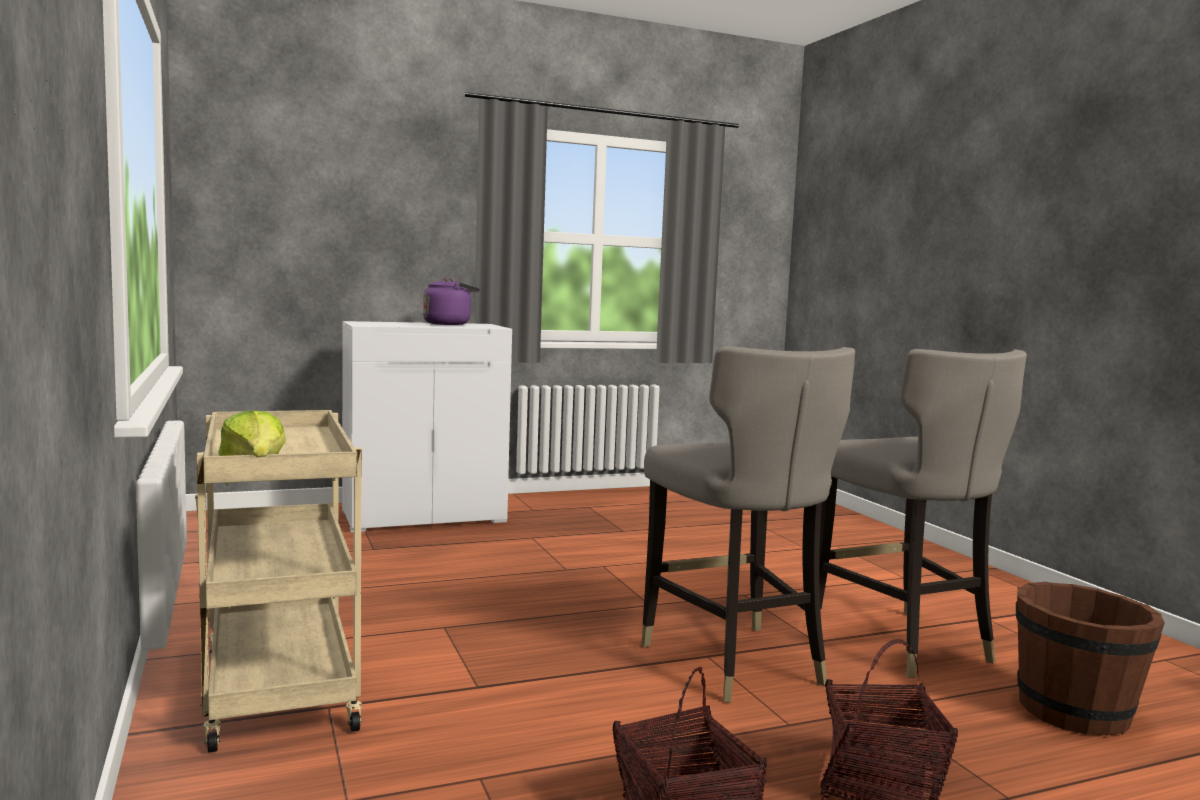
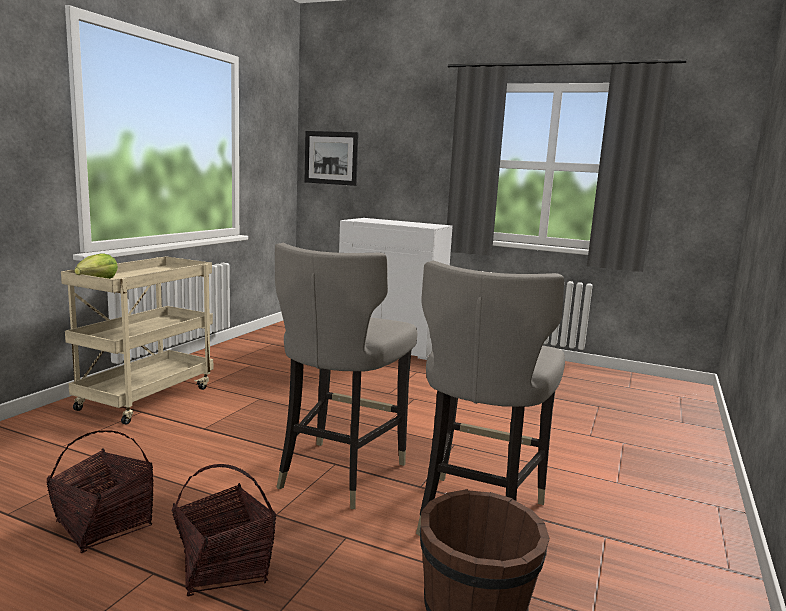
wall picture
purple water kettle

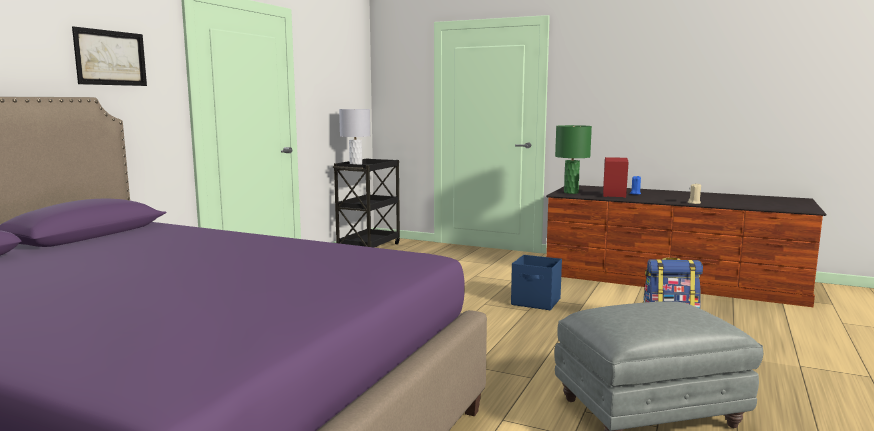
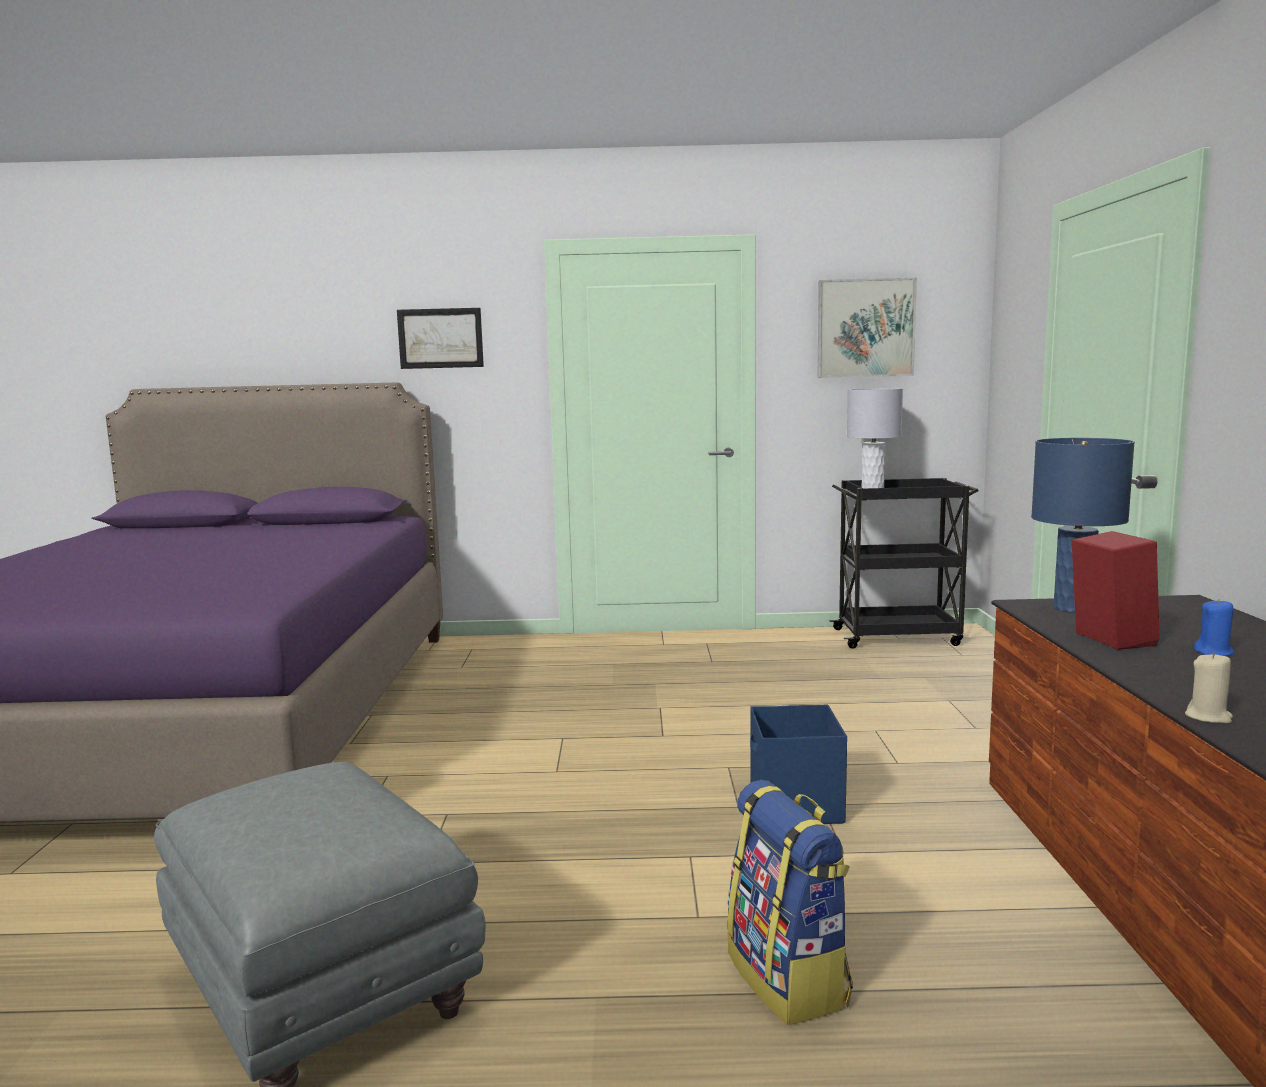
wall picture (2nd from left)
blue table lamp

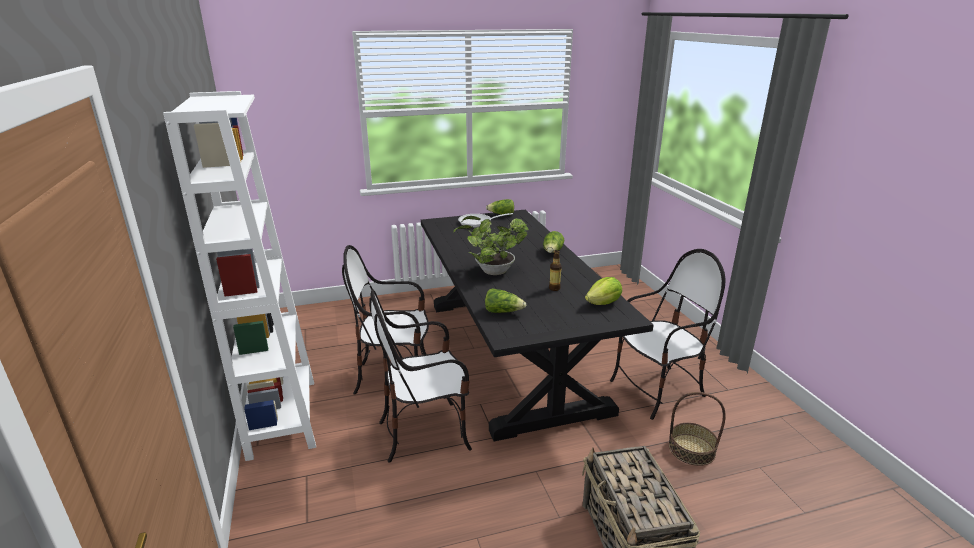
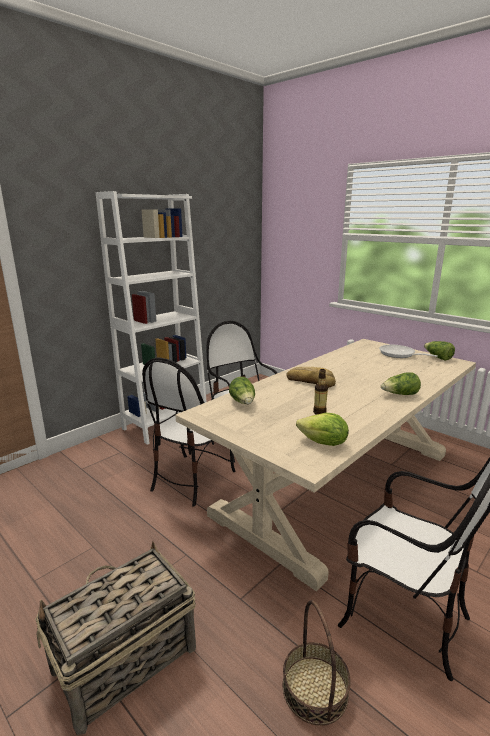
upright chair (1st from left)
beige-coloured dining table
baked bread

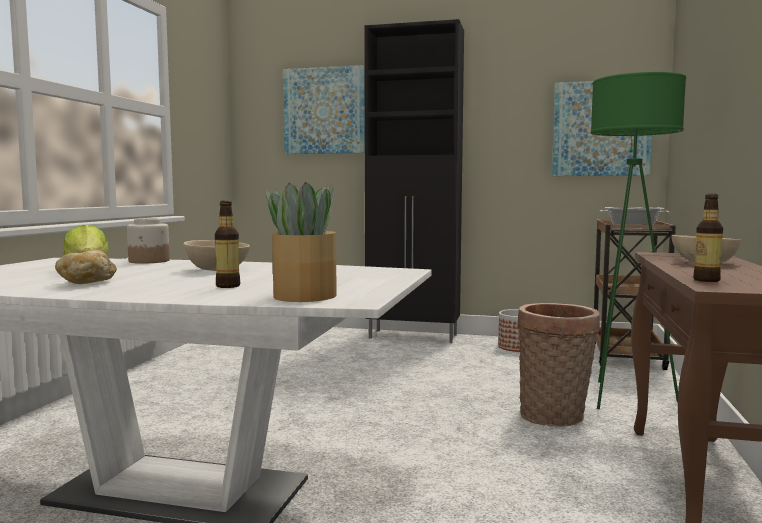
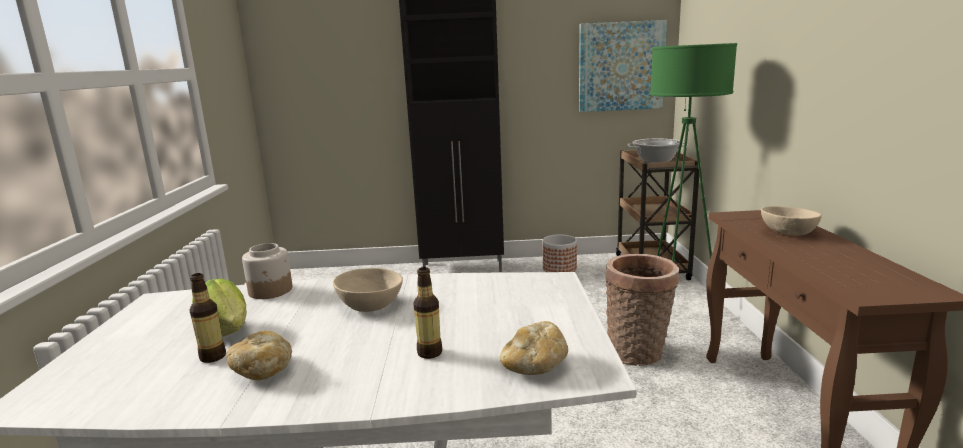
beverage bottle (1st from left)
baked bread (2nd from left)
wall picture (1st from left in the first image)

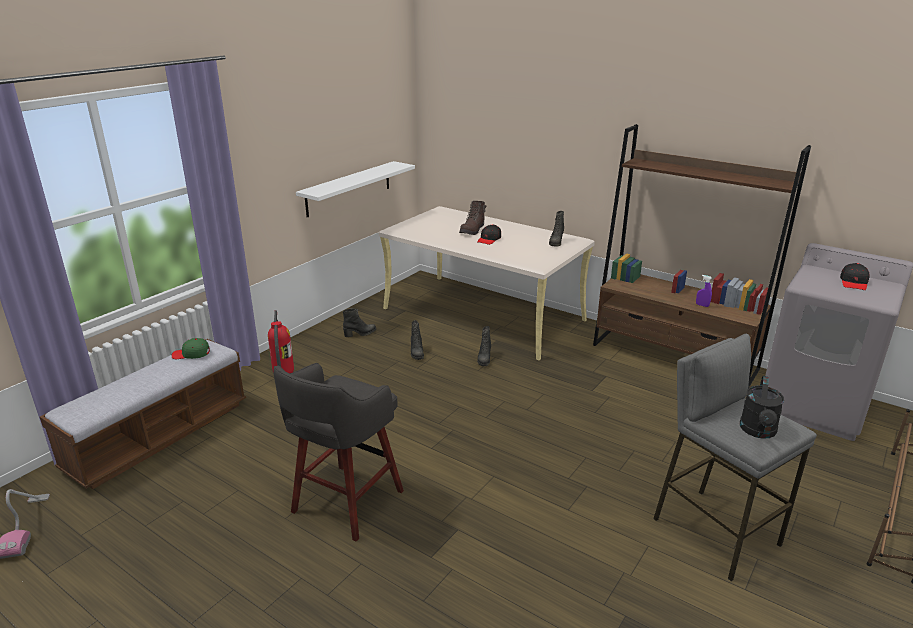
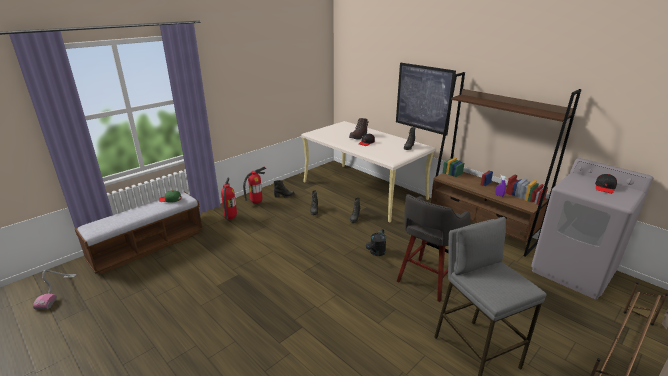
fire extinguisher (2nd from left)
blackish watering pot
wall picture
greyish stool seat (1st from left)
whitish wall shelf

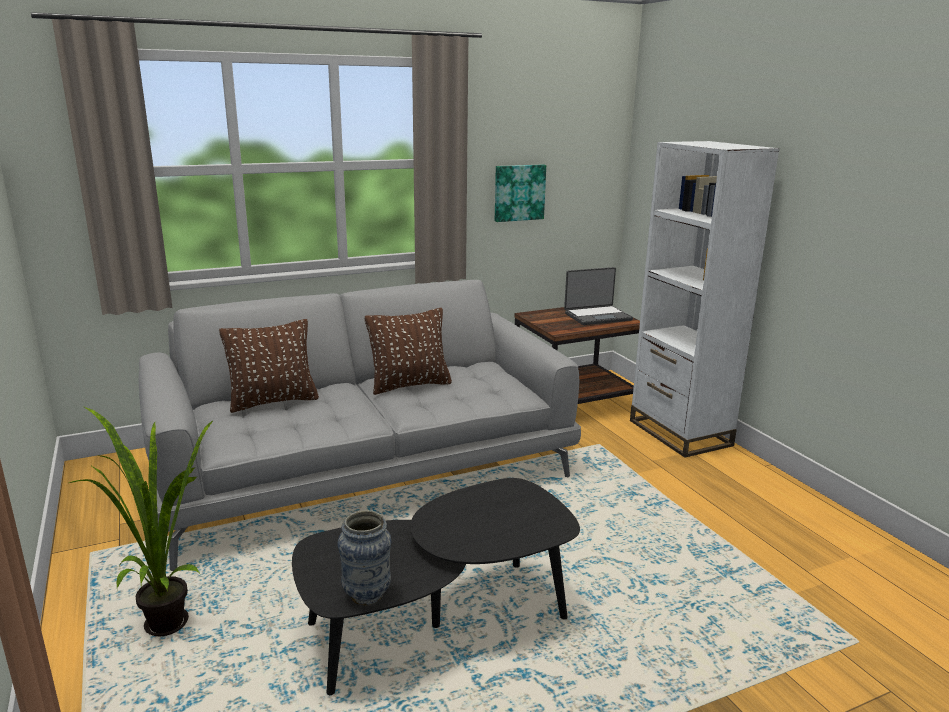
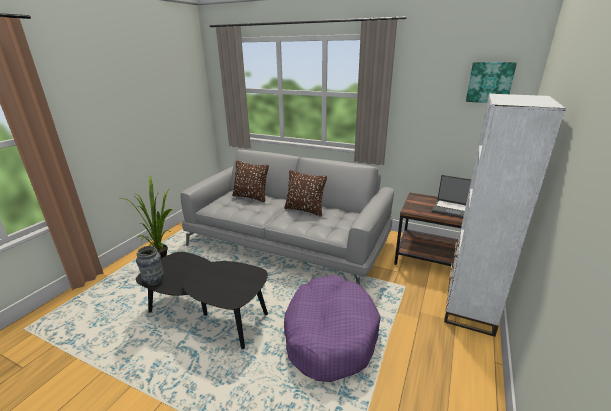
purple pet bed
wall picture

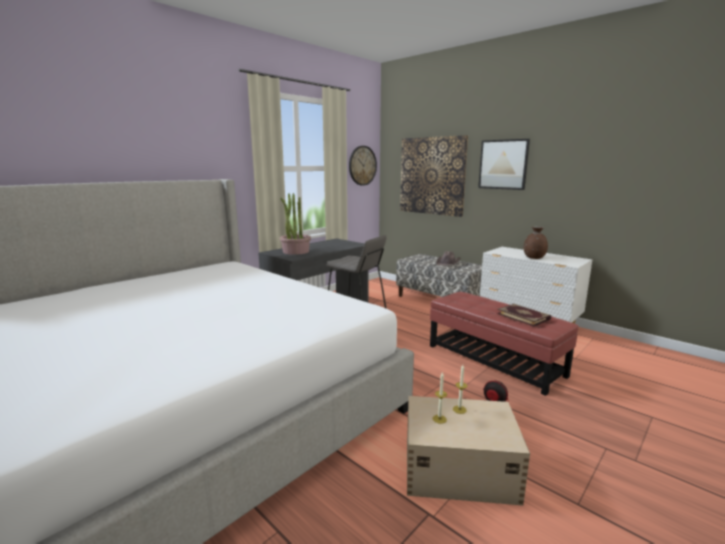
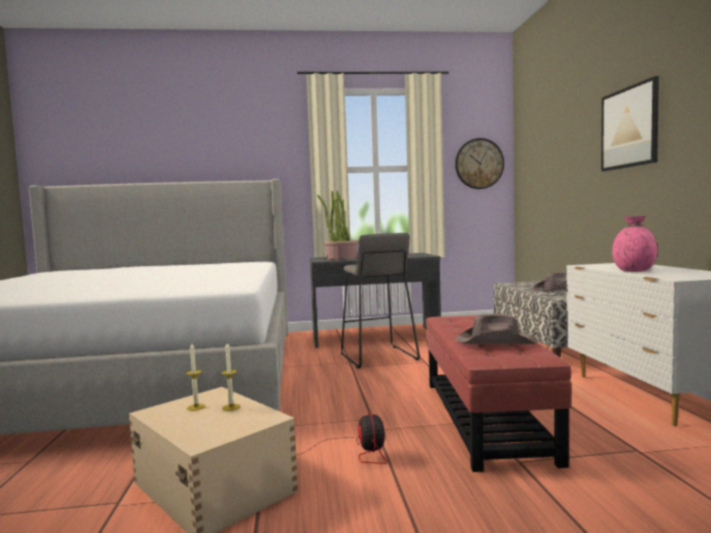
brown clothing hat (1st from left)
pink vase
wall picture (1st from left in the first image)

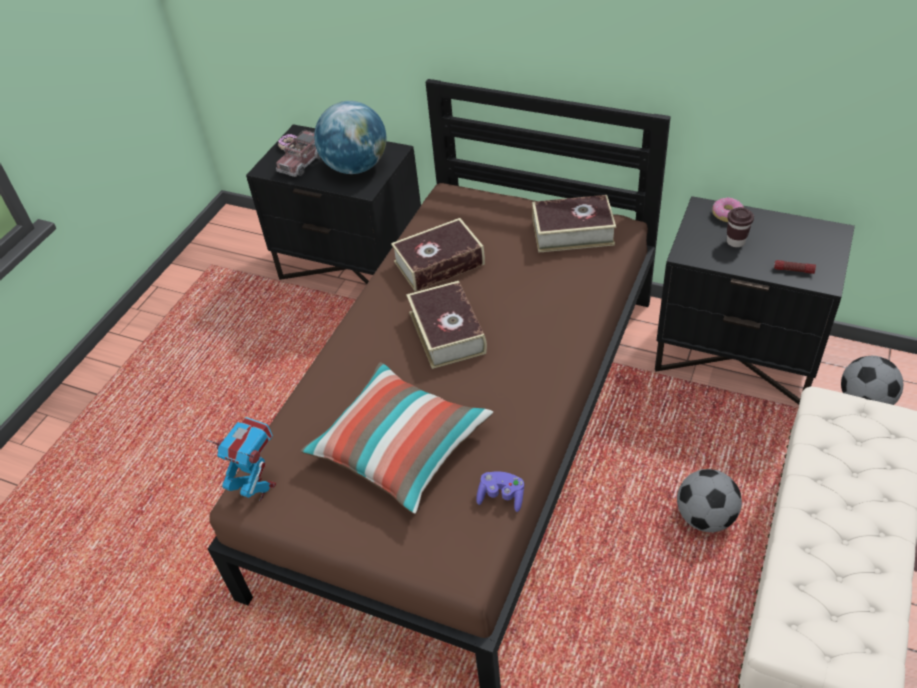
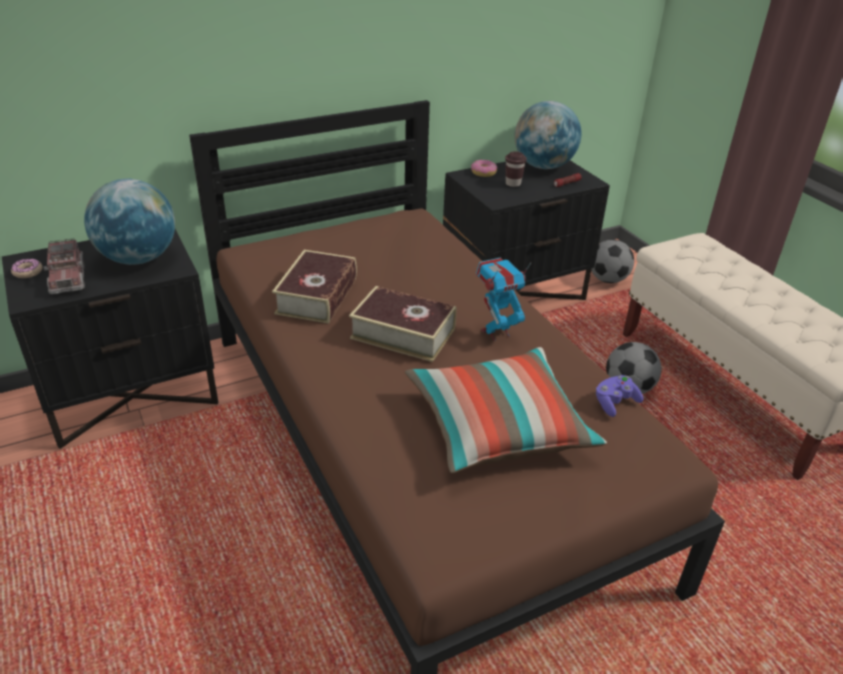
model robot
desk globe (2nd from left)
book (3rd from left in the first image)

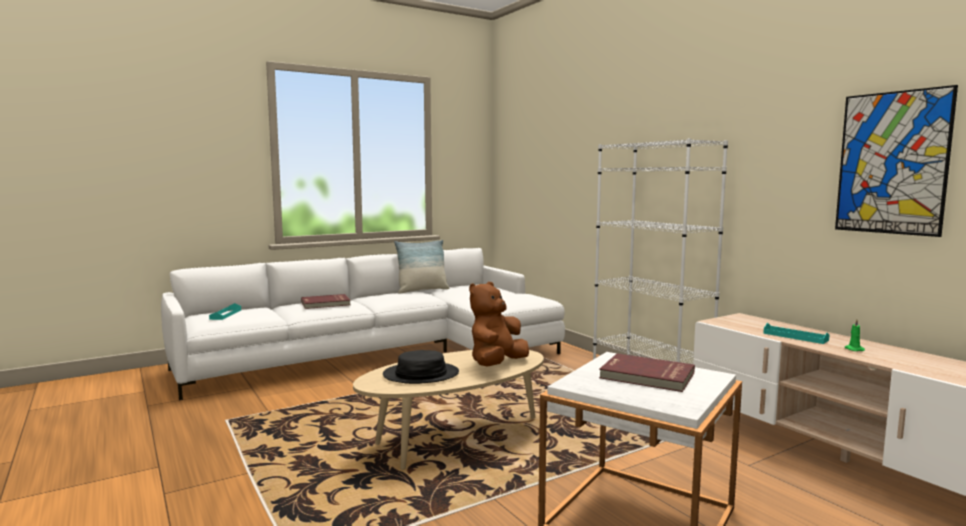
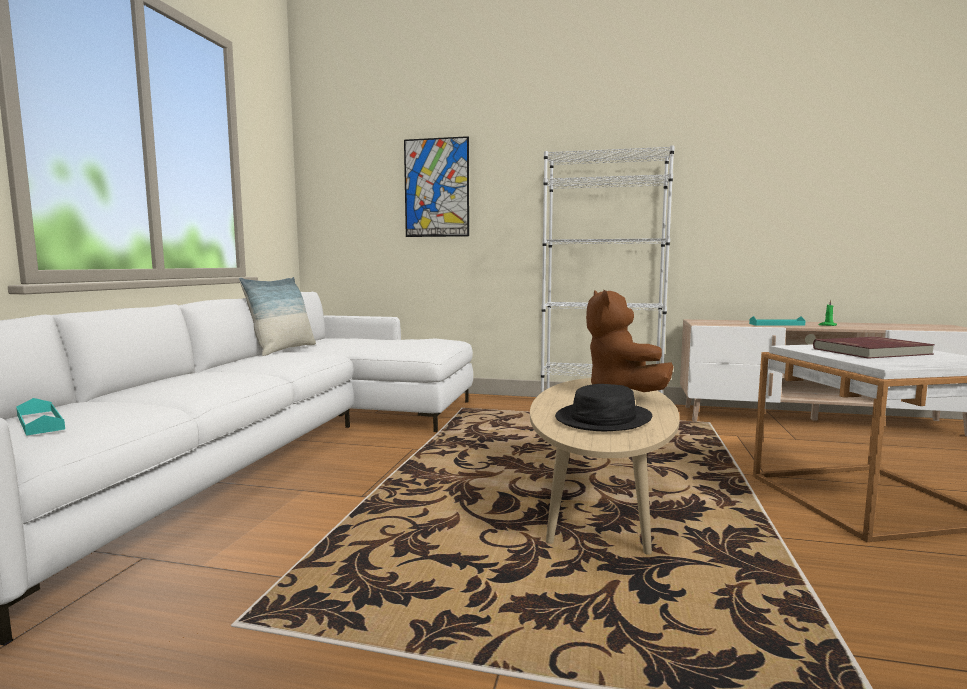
wall picture
reddish book (1st from left in the first image)

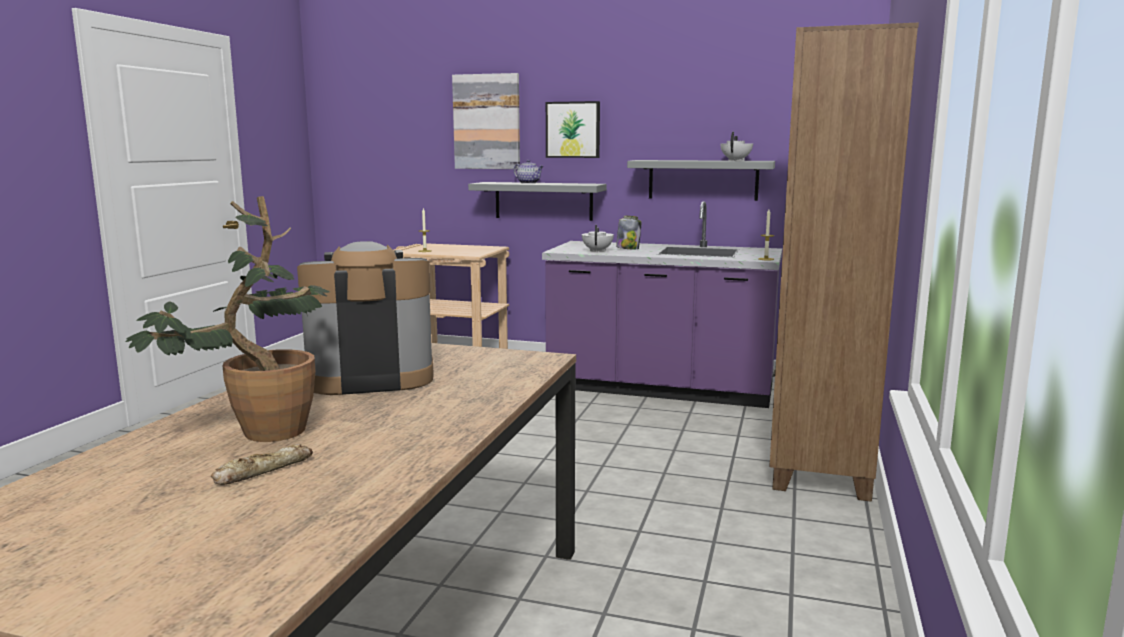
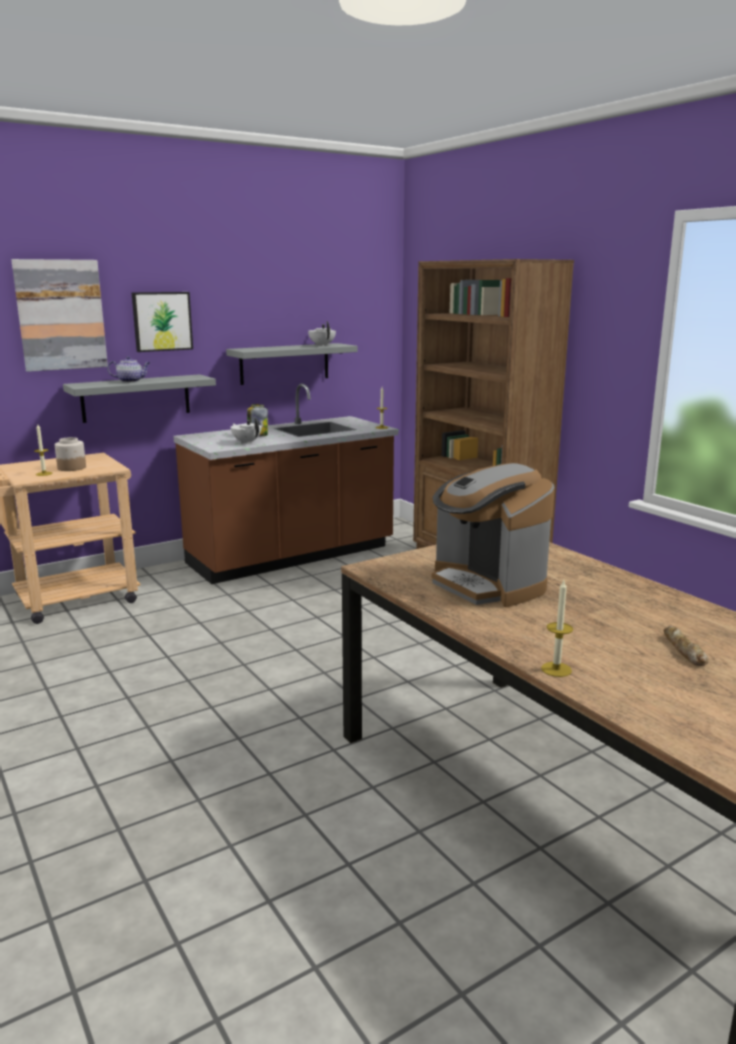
jar (1st from left)
brown counter
coffee maker
wax light (3rd from left)
potted plant

